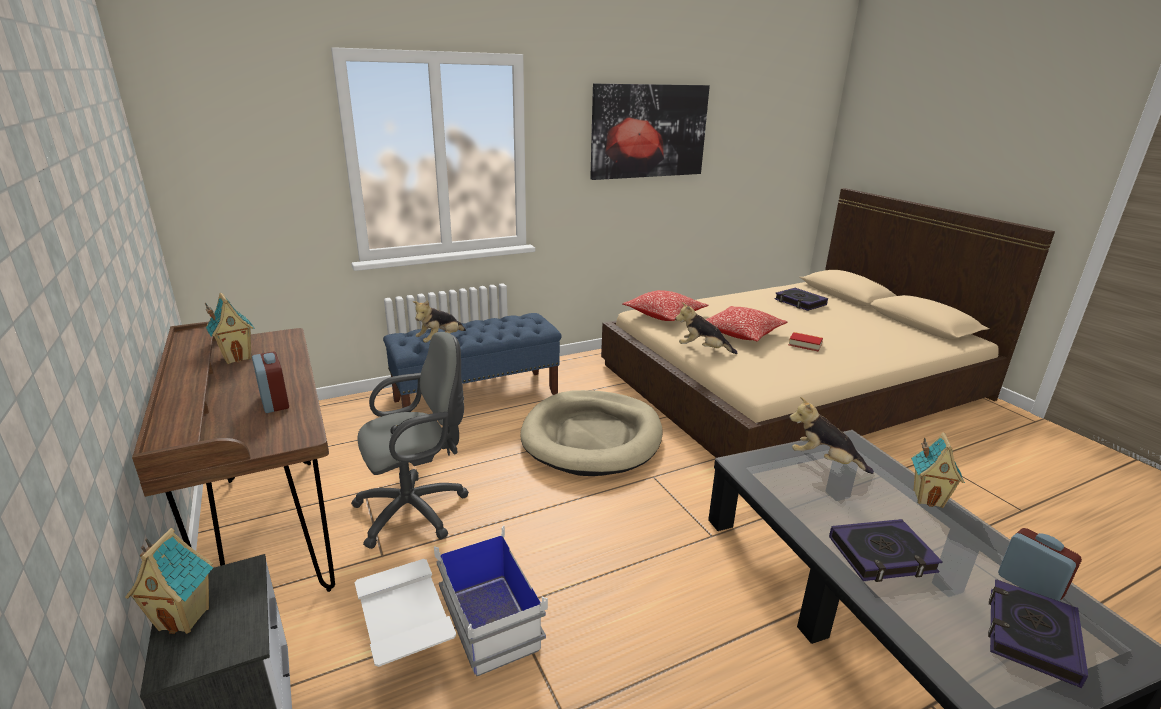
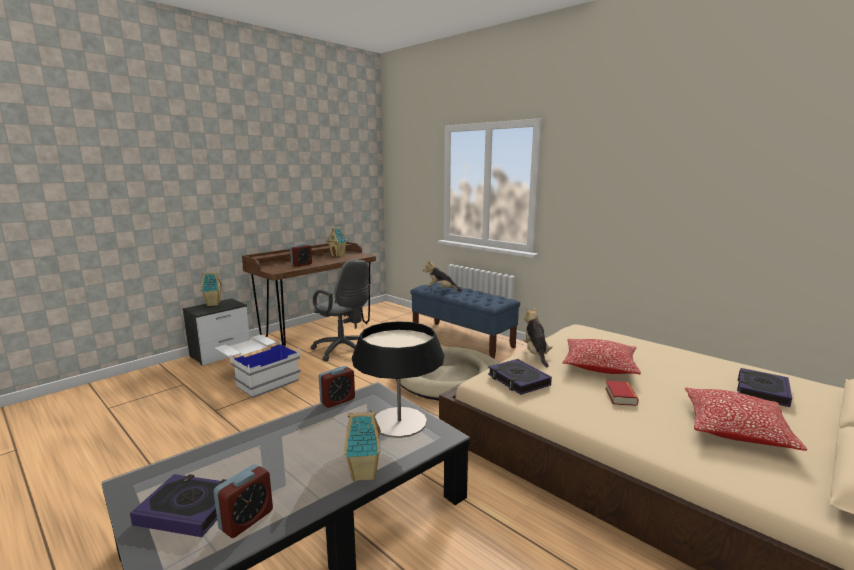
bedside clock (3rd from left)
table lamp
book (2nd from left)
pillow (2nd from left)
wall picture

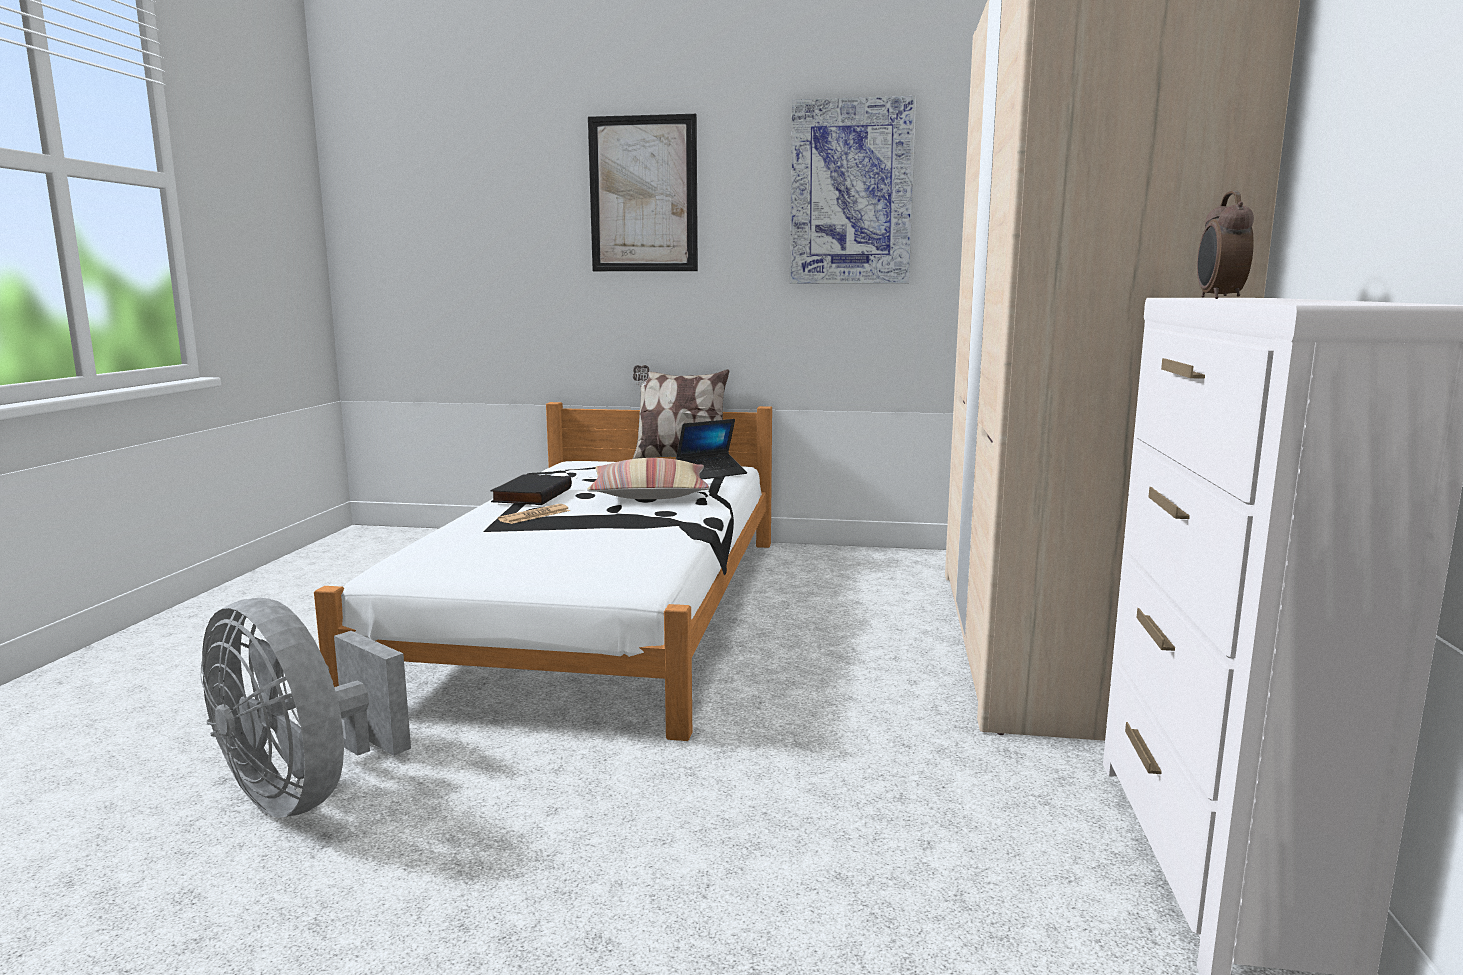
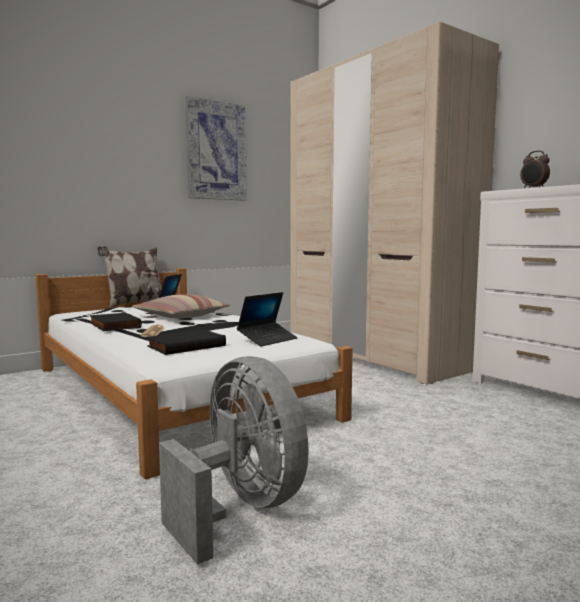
blackish book (2nd from left)
greyish cooling fan
laptop (2nd from left)
wall picture (1st from left in the first image)

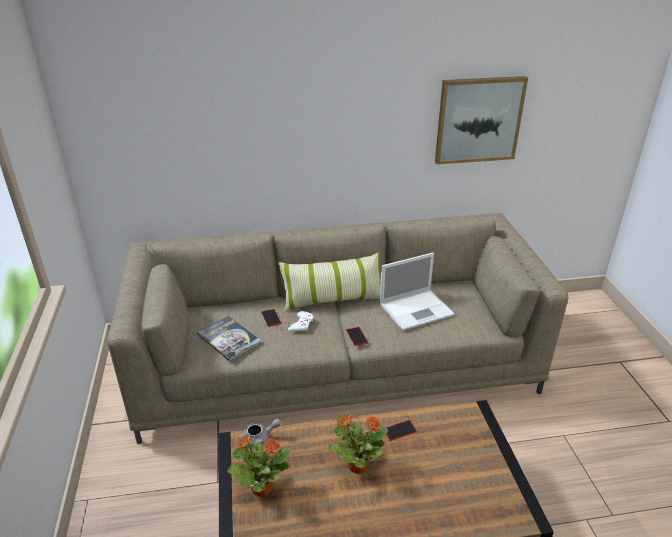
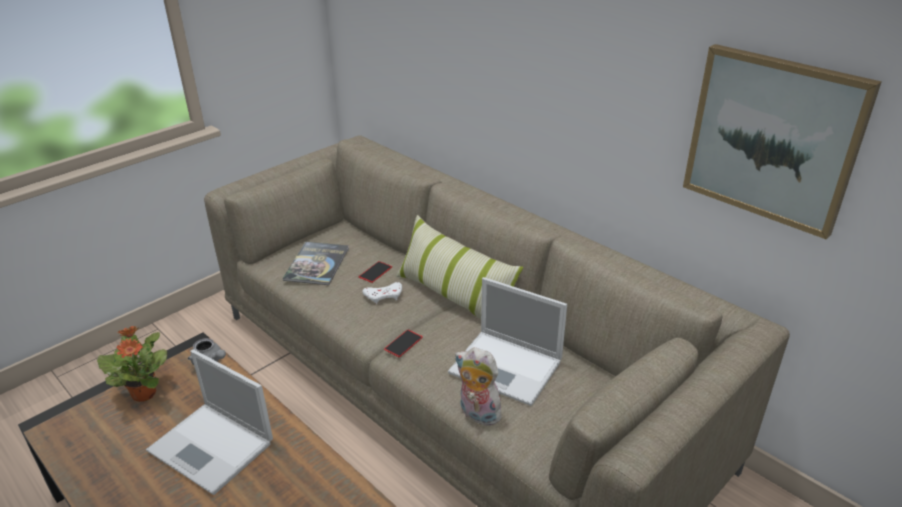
laptop (1st from left)
plush toy
telephone (3rd from left in the first image)

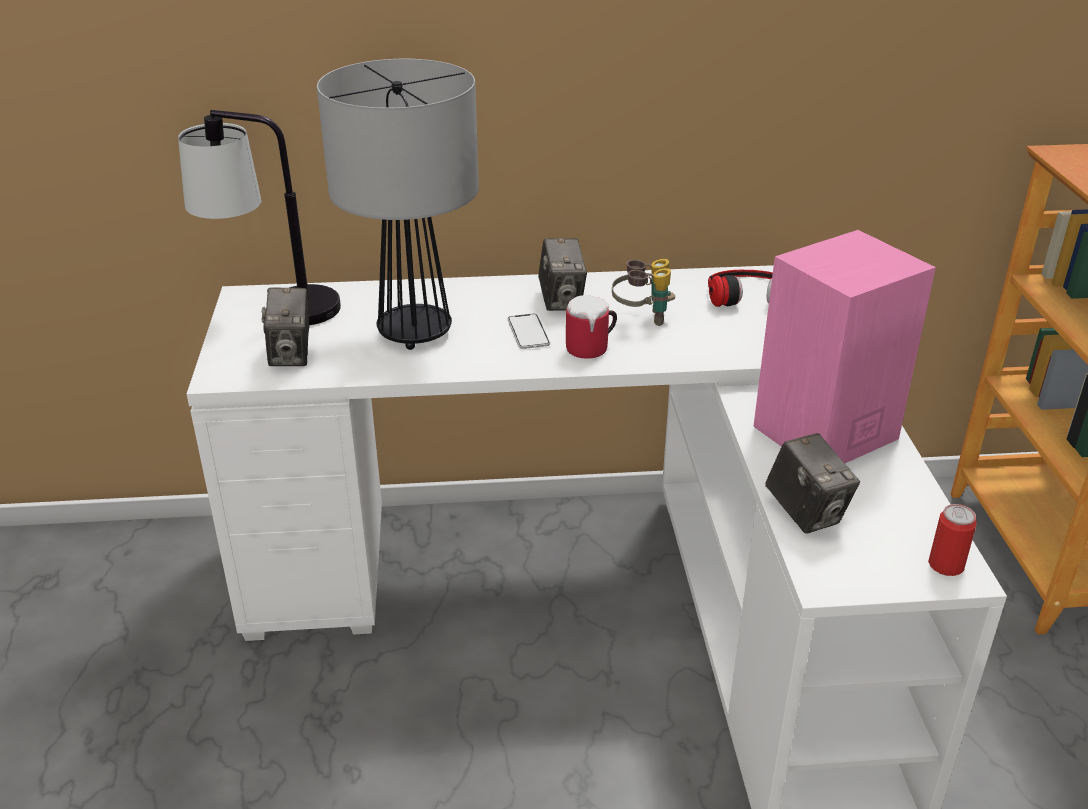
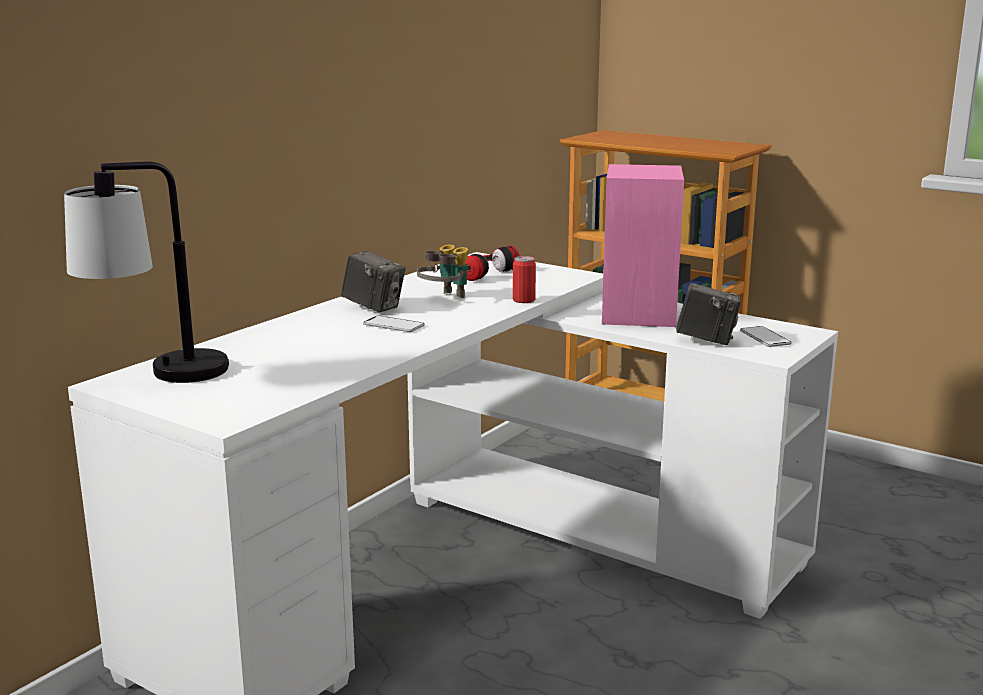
can
telephone (2nd from left)
photo camera (1st from left in the first image)
table lamp (2nd from left in the first image)
mug

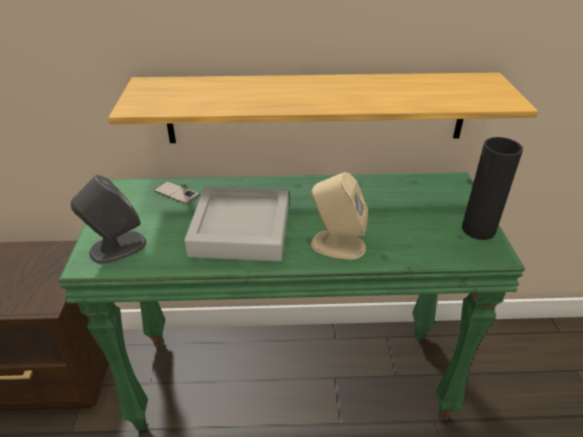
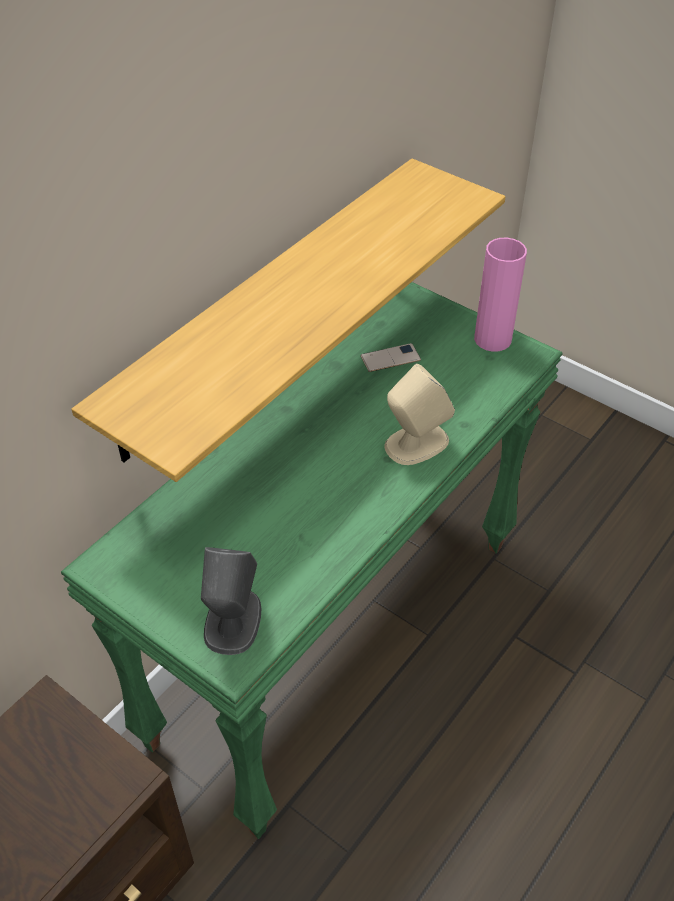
telephone
pink vase
greyish carrying tray

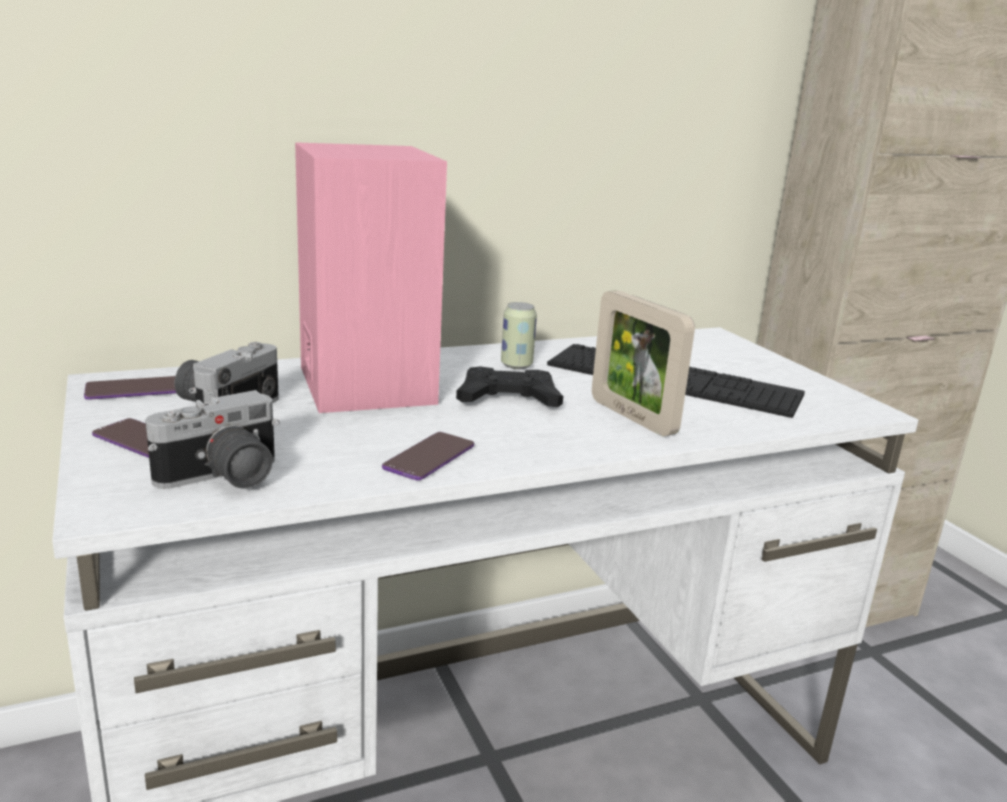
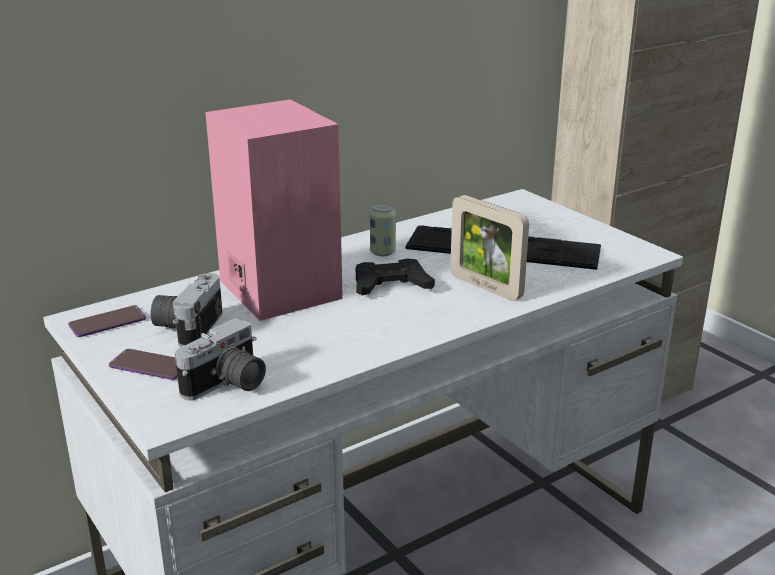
telephone (3rd from left in the first image)

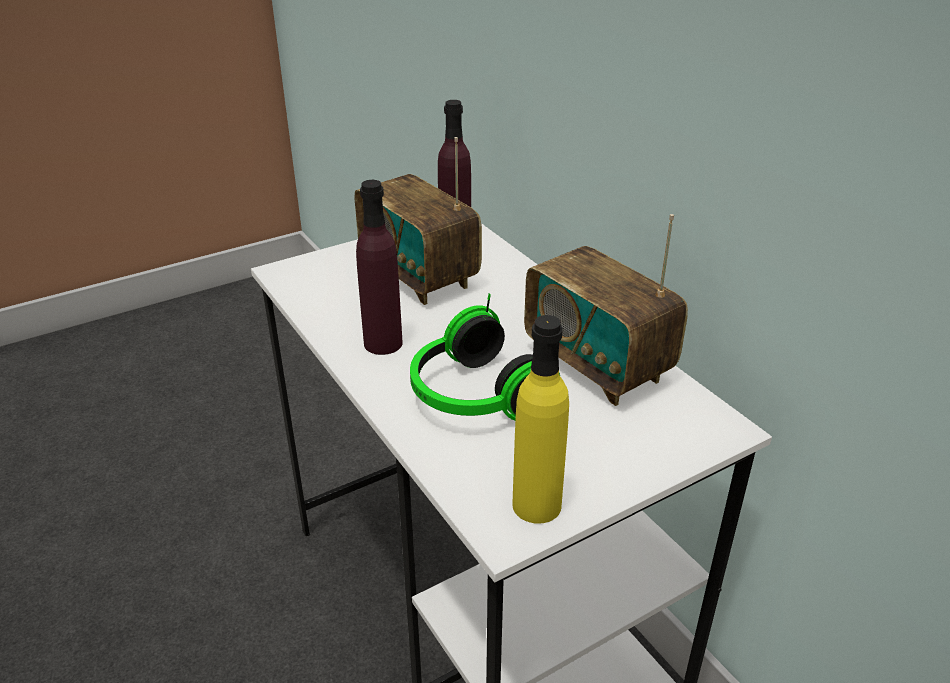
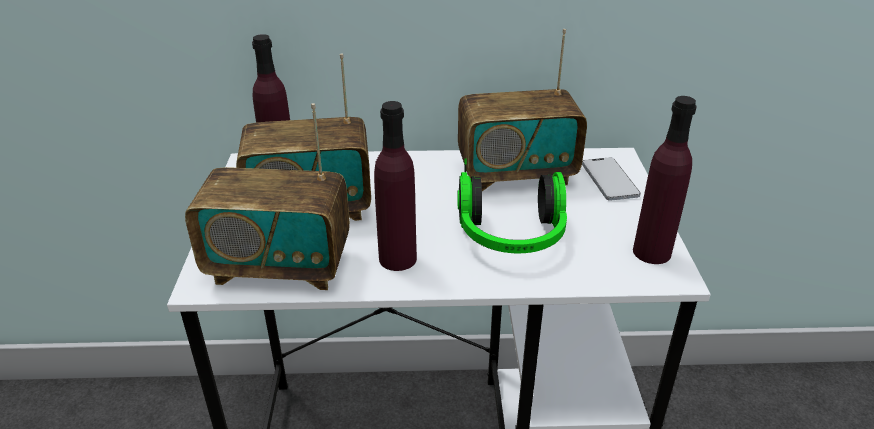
radio receiver (1st from left)
telephone
purple beverage bottle (3rd from left)

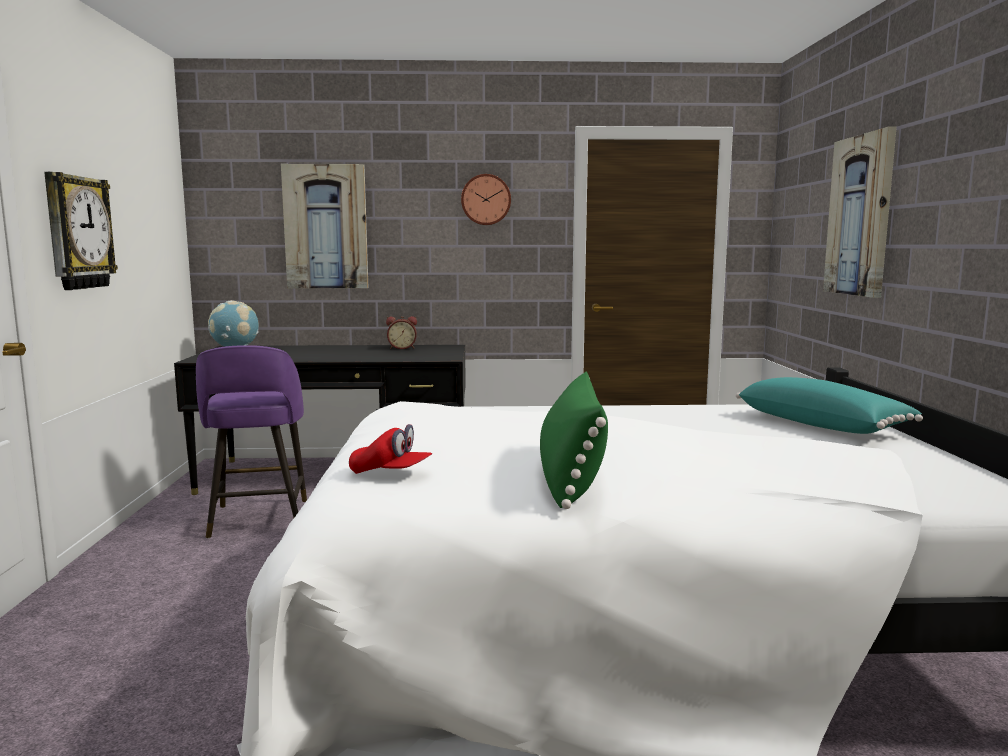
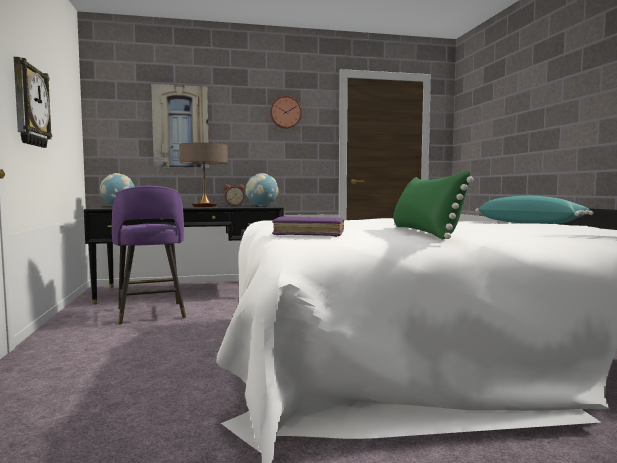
table lamp
desk globe (2nd from left)
purple book
wall picture (2nd from left in the first image)

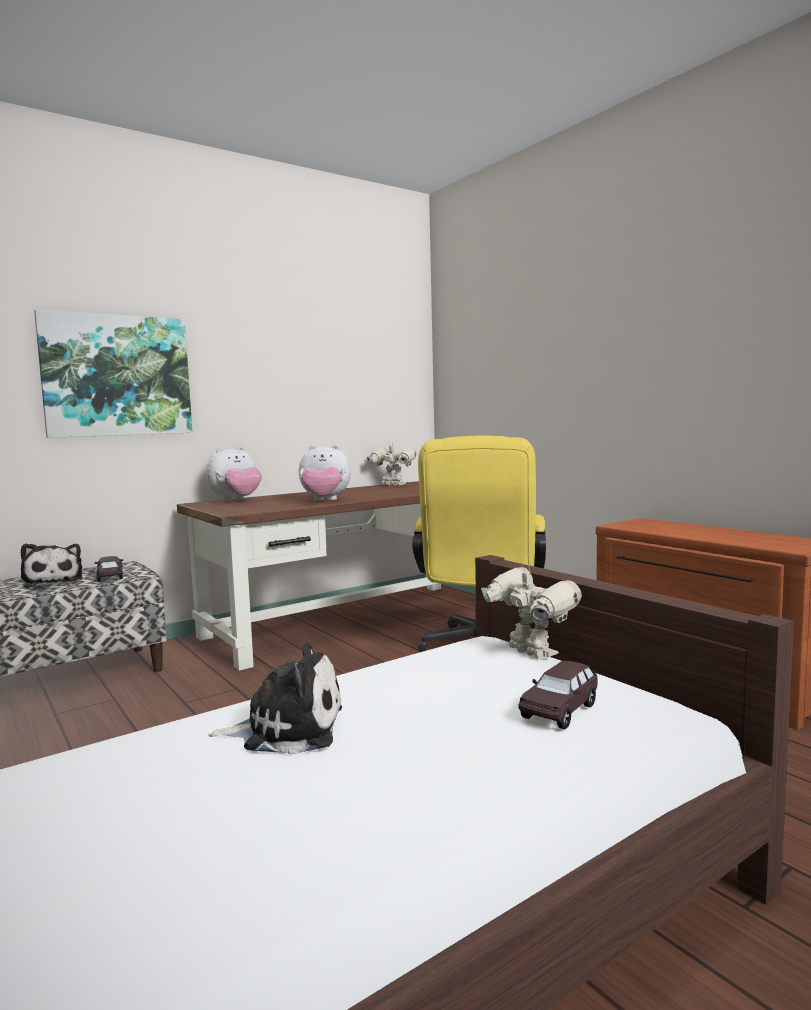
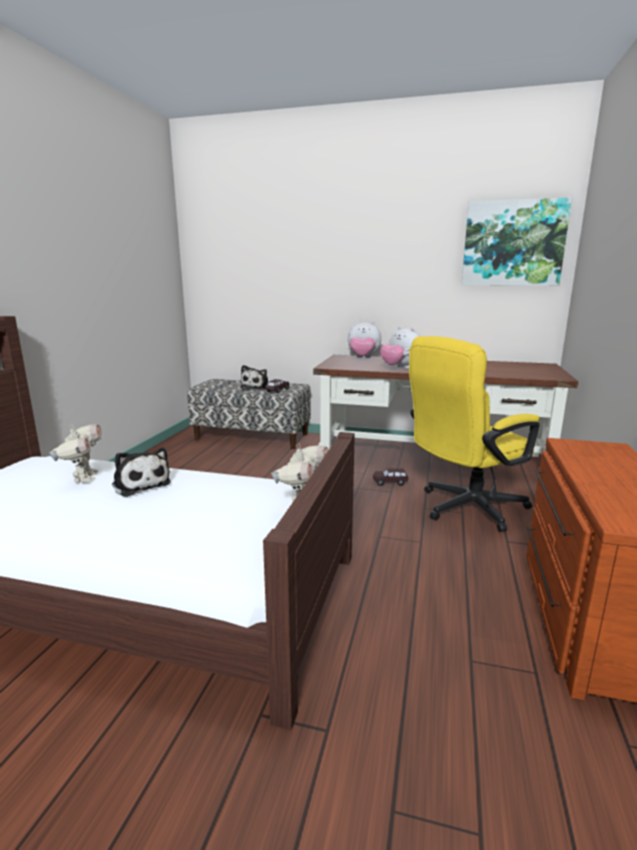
model robot (1st from left)
brown toy car (2nd from left)
wall picture

